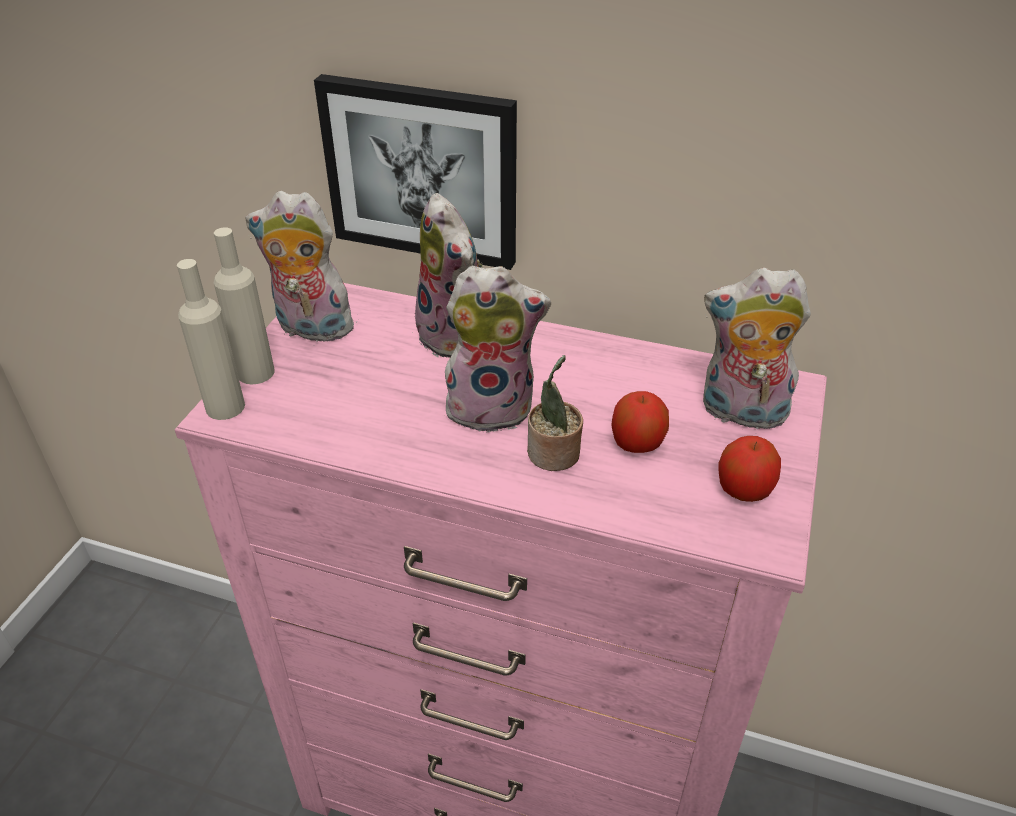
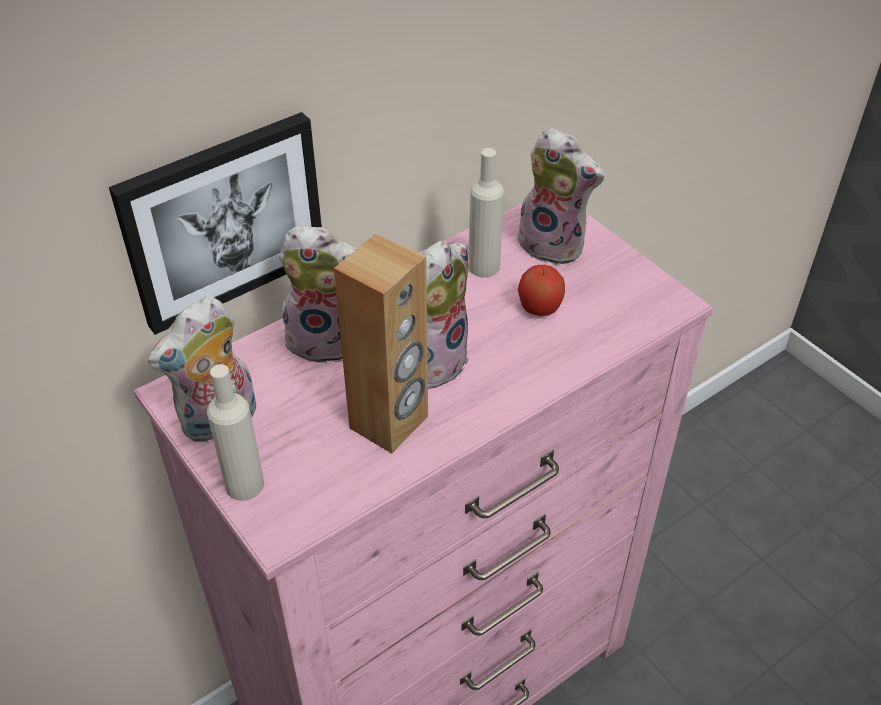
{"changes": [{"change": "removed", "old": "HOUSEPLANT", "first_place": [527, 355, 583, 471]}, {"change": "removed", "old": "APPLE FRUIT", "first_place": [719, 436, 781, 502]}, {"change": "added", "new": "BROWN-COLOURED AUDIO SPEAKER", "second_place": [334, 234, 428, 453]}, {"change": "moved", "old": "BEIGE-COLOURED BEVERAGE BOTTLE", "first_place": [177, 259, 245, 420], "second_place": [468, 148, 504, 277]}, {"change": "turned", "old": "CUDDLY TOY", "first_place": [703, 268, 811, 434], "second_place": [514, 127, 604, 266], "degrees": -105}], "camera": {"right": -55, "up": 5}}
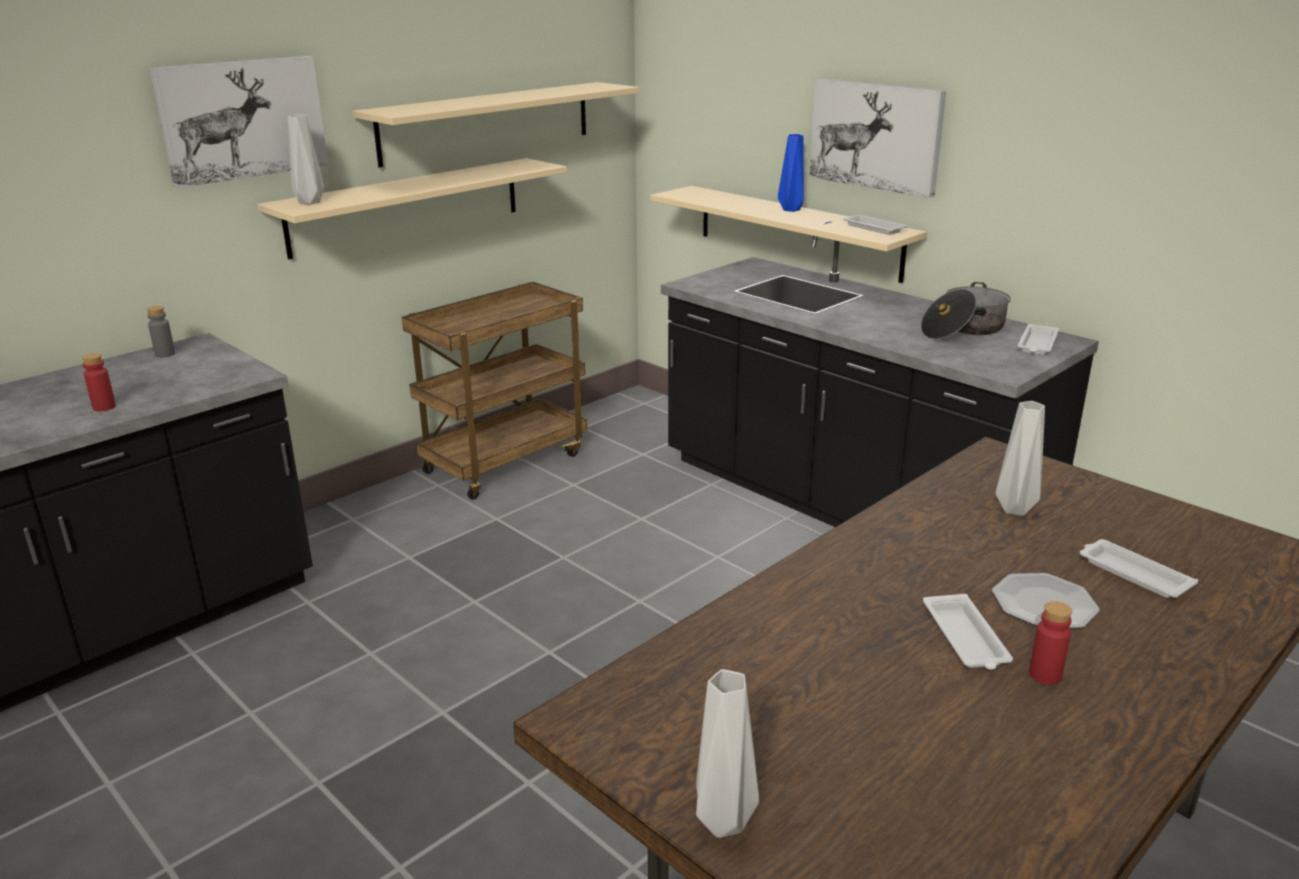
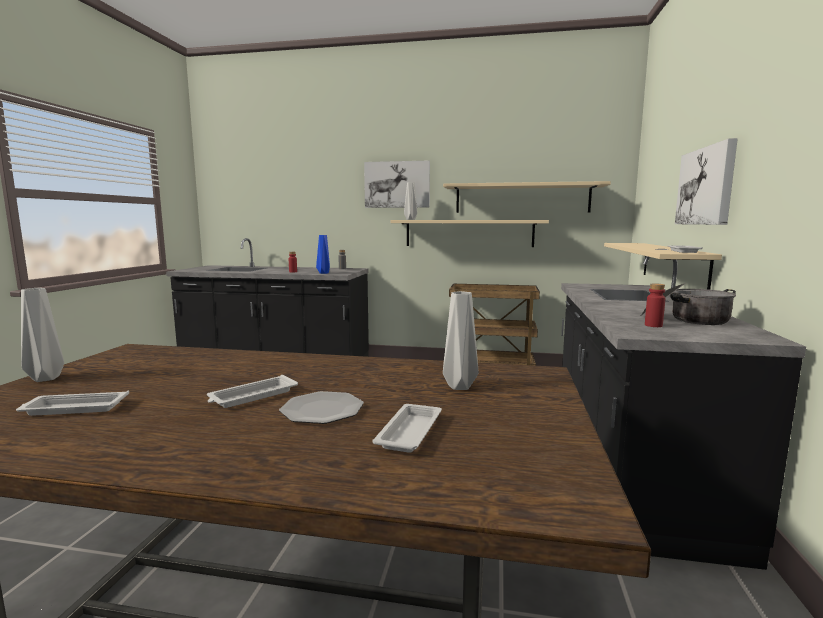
{"changes": [{"change": "moved", "old": "BLUISH DECORATIVE VASE", "first_place": [778, 134, 804, 212], "second_place": [316, 235, 330, 274]}, {"change": "moved", "old": "WHITE-COLOURED CARRYING TRAY", "first_place": [1017, 324, 1059, 355], "second_place": [16, 391, 129, 416]}, {"change": "moved", "old": "REDDISH BEVERAGE BOTTLE", "first_place": [1029, 601, 1072, 685], "second_place": [645, 283, 666, 327]}], "camera": {"right": 55, "up": -15}}
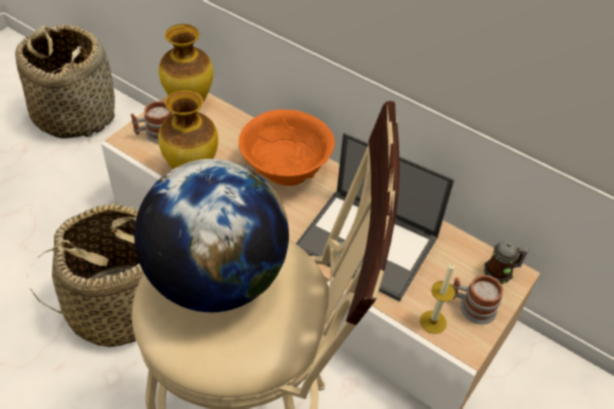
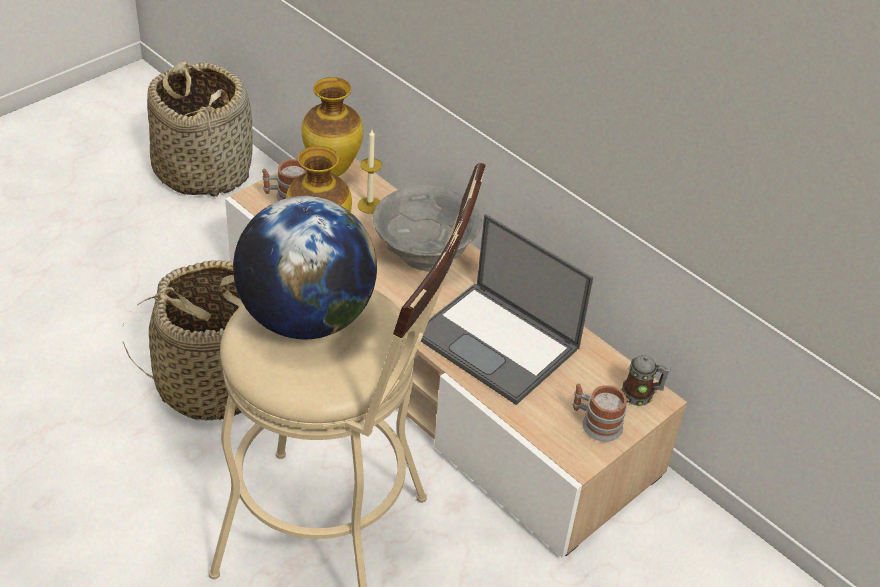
{"changes": [{"change": "moved", "old": "WAX CANDLE", "first_place": [420, 262, 455, 334], "second_place": [358, 130, 382, 214]}, {"change": "recoloured", "old": "ORANGEY SERVING BOWL", "new": "GREY SERVING BOWL", "first_place": [239, 110, 335, 186], "second_place": [373, 185, 482, 271]}], "camera": {"right": 10, "up": -5}}
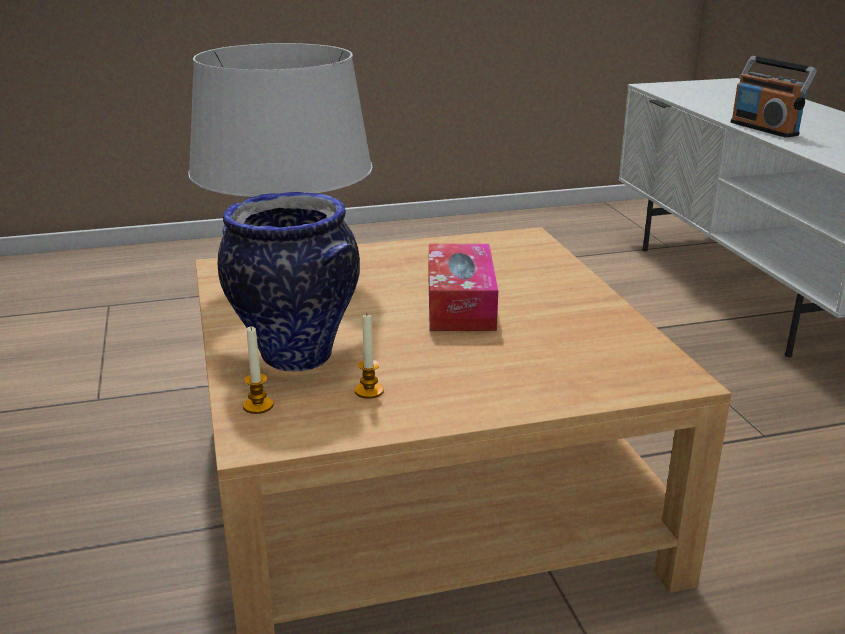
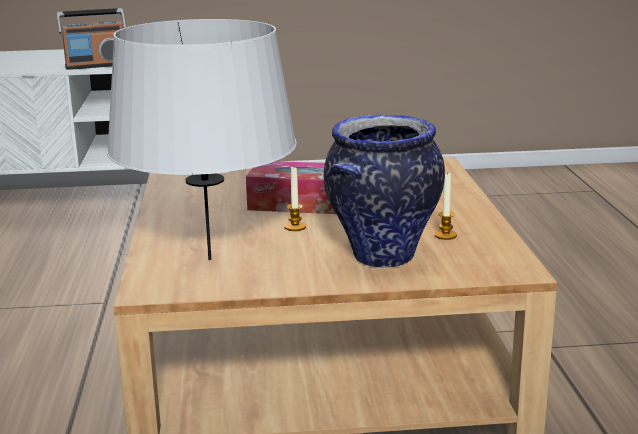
{"changes": [{"change": "moved", "old": "WAX CANDLE", "first_place": [243, 326, 273, 414], "second_place": [284, 167, 306, 231]}], "camera": {"right": -80, "up": -5}}
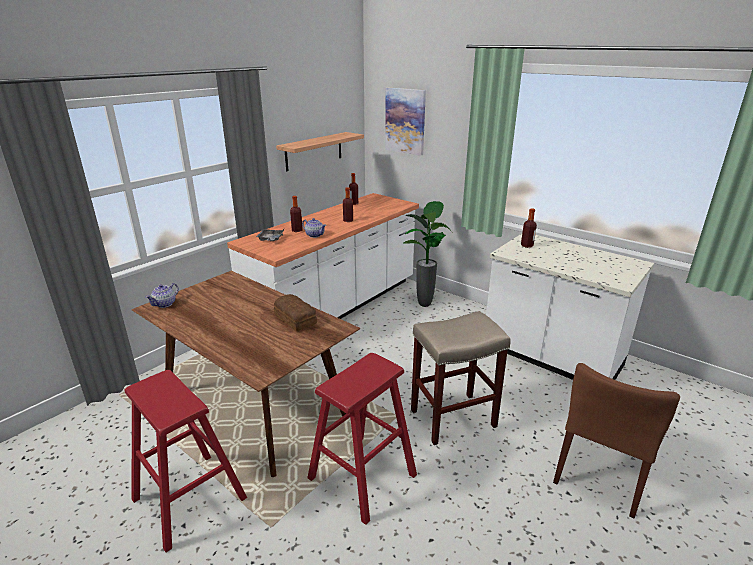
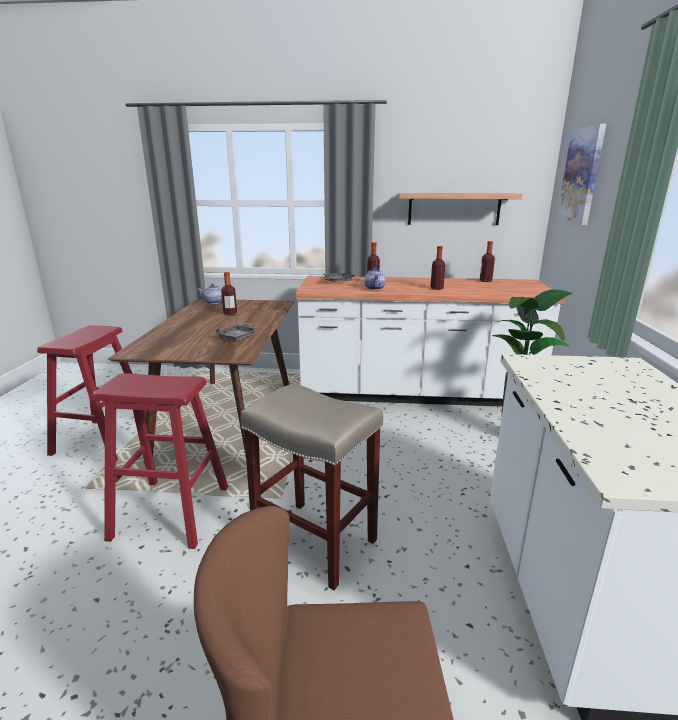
{"changes": [{"change": "moved", "old": "BEVERAGE BOTTLE", "first_place": [521, 208, 537, 248], "second_place": [221, 272, 237, 315]}, {"change": "replaced", "old": "BAKERY BREAD", "new": "GREY CARRYING TRAY", "first_place": [274, 294, 317, 331], "second_place": [215, 323, 257, 341]}], "camera": {"right": 55, "up": -5}}
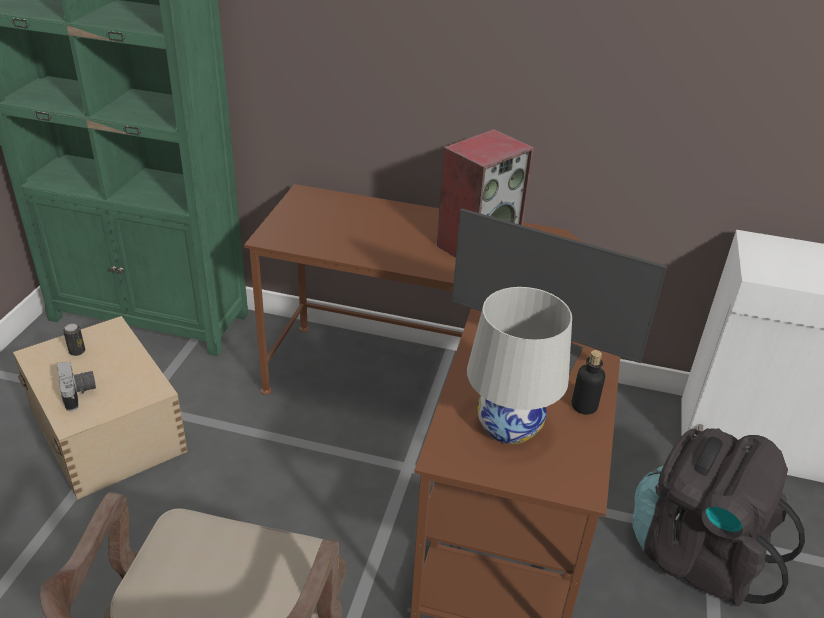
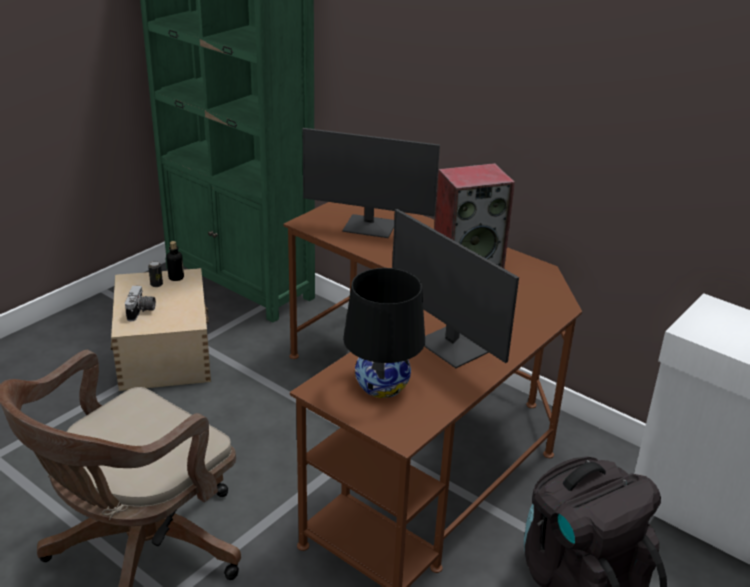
{"changes": [{"change": "added", "new": "MONITOR", "second_place": [302, 128, 440, 238]}, {"change": "moved", "old": "BEVERAGE BOTTLE", "first_place": [572, 350, 605, 415], "second_place": [166, 241, 184, 281]}, {"change": "recoloured", "old": "WHITE-COLOURED LAMP FOR A TABLE", "new": "BLACKISH LAMP FOR A TABLE", "first_place": [467, 287, 572, 444], "second_place": [343, 268, 425, 398]}], "camera": {"right": 25, "up": -5}}
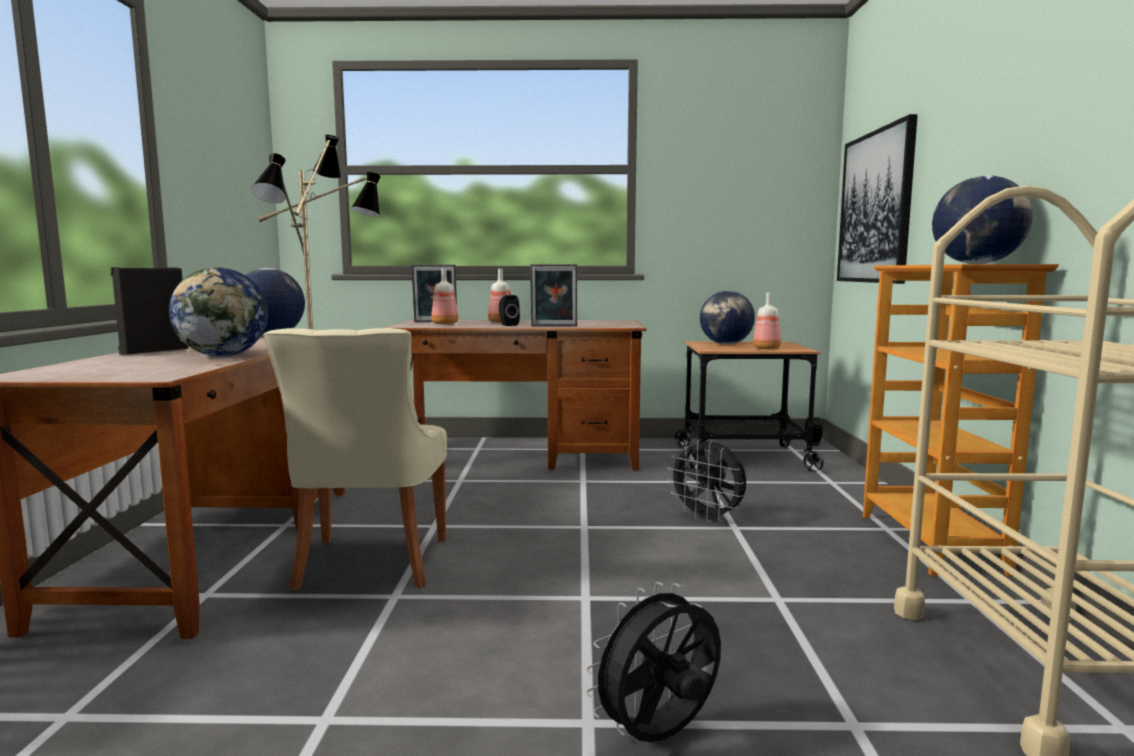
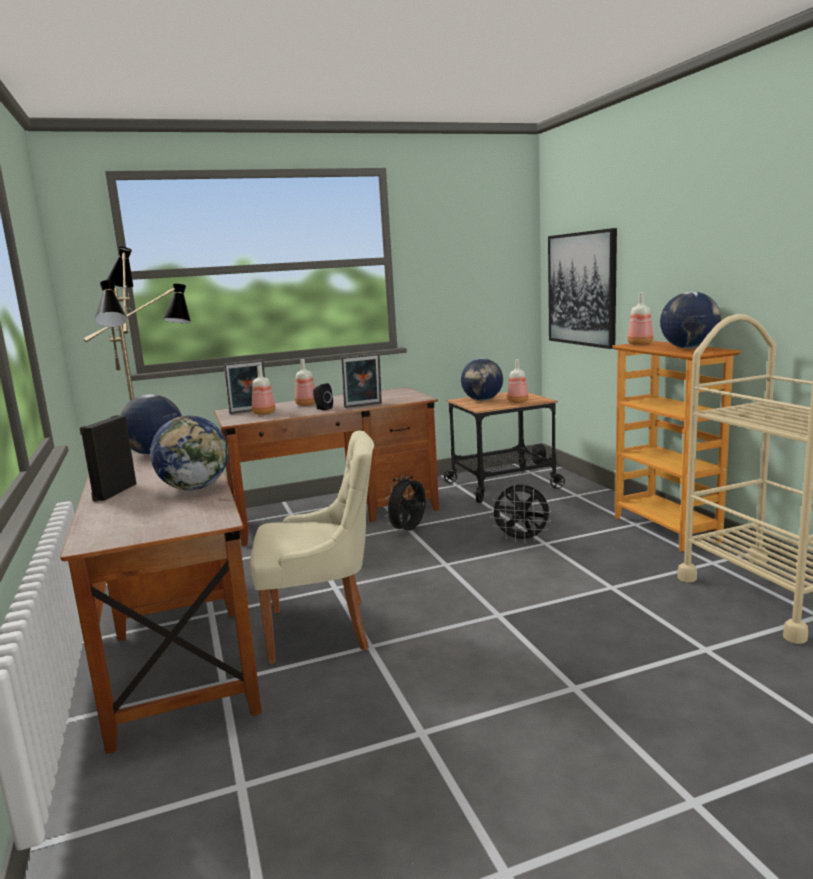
{"changes": [{"change": "added", "new": "BEVERAGE BOTTLE", "second_place": [627, 292, 654, 345]}, {"change": "moved", "old": "BLACKISH COOLING FAN", "first_place": [586, 582, 721, 742], "second_place": [384, 476, 426, 532]}, {"change": "turned", "old": "BEIGE-COLOURED PLAIN CHAIR", "first_place": [264, 328, 447, 590], "second_place": [250, 430, 374, 664], "degrees": -75}], "camera": {"right": -20, "up": 5}}
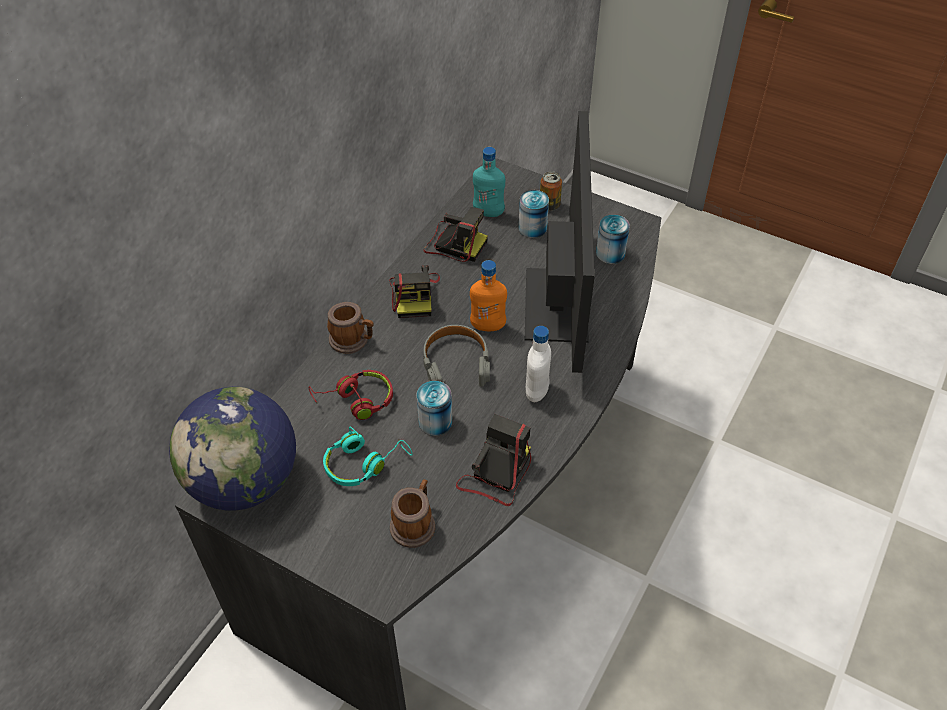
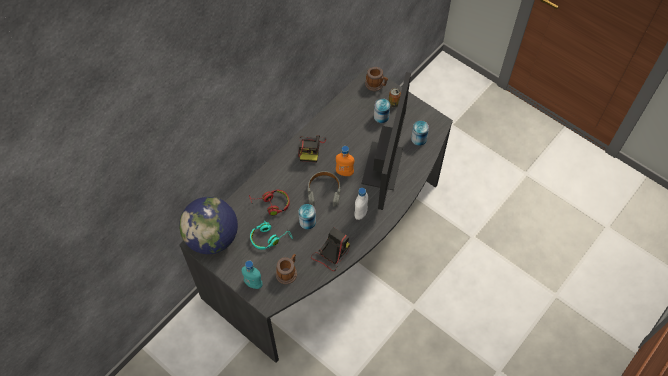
{"changes": [{"change": "removed", "old": "STILL CAMERA", "first_place": [423, 207, 488, 262]}, {"change": "moved", "old": "MUG", "first_place": [327, 302, 374, 354], "second_place": [365, 67, 388, 91]}, {"change": "moved", "old": "TURQUOISE-COLOURED BEVERAGE BOTTLE", "first_place": [473, 147, 505, 217], "second_place": [241, 261, 263, 289]}], "camera": {"right": 10, "up": 10}}
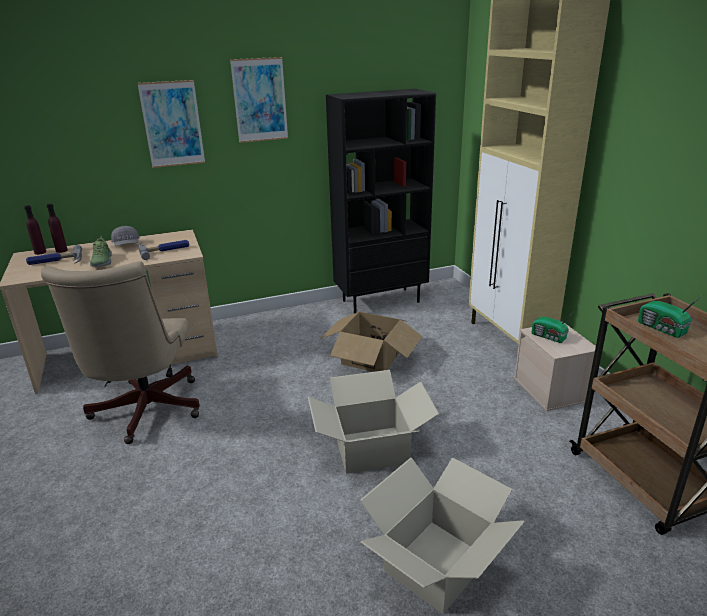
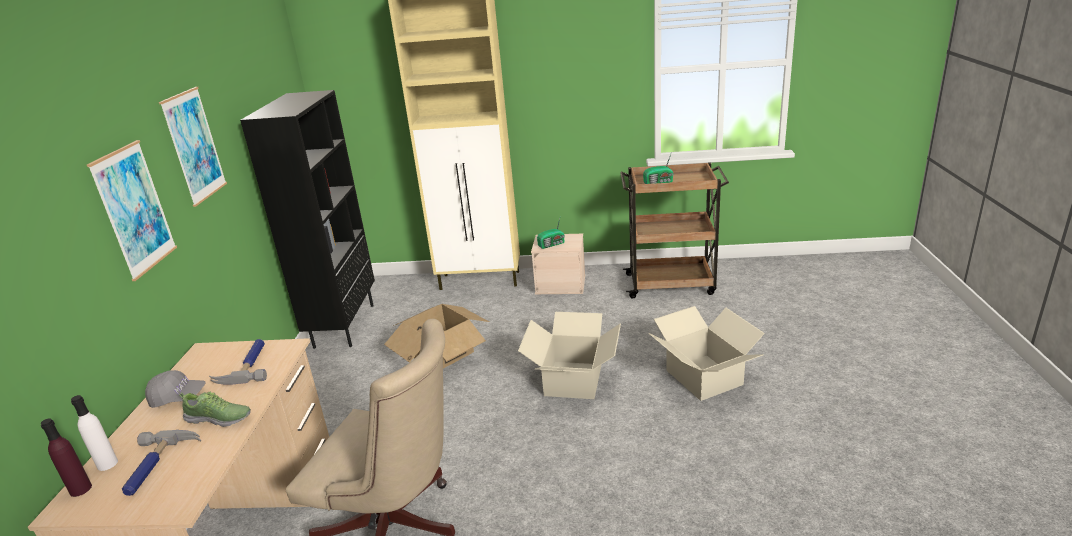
{"changes": [{"change": "recoloured", "old": "PURPLISH BEVERAGE BOTTLE", "new": "WHITE-COLOURED BEVERAGE BOTTLE", "first_place": [47, 203, 68, 253], "second_place": [71, 395, 118, 471]}], "camera": {"right": -65, "up": 0}}
